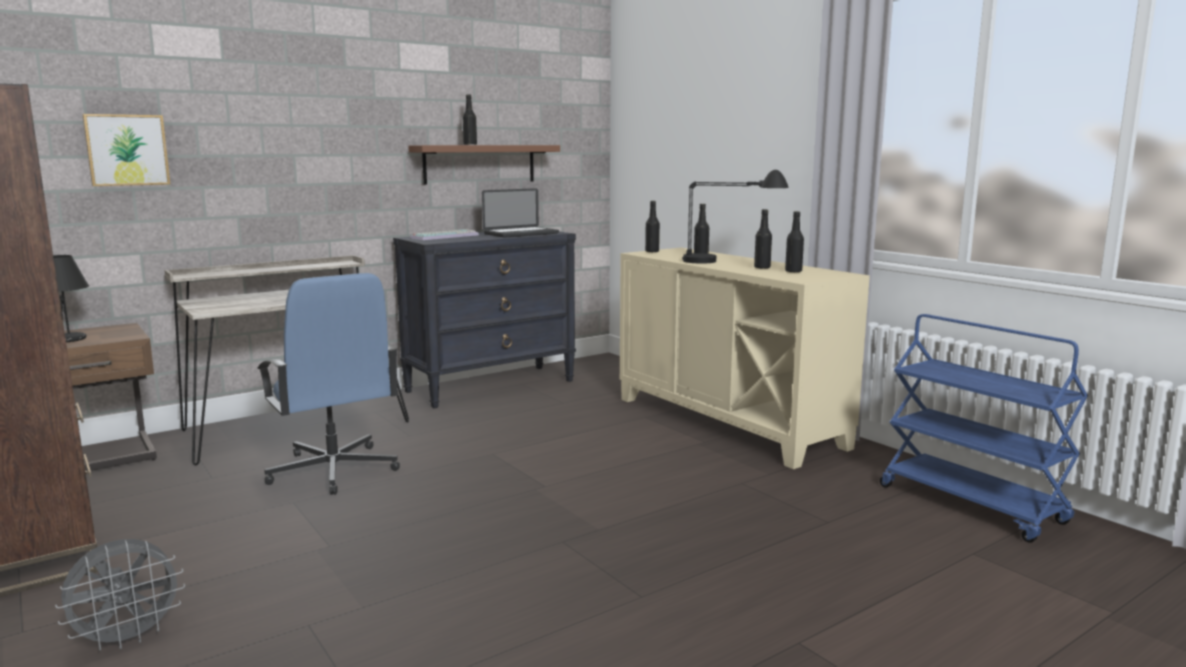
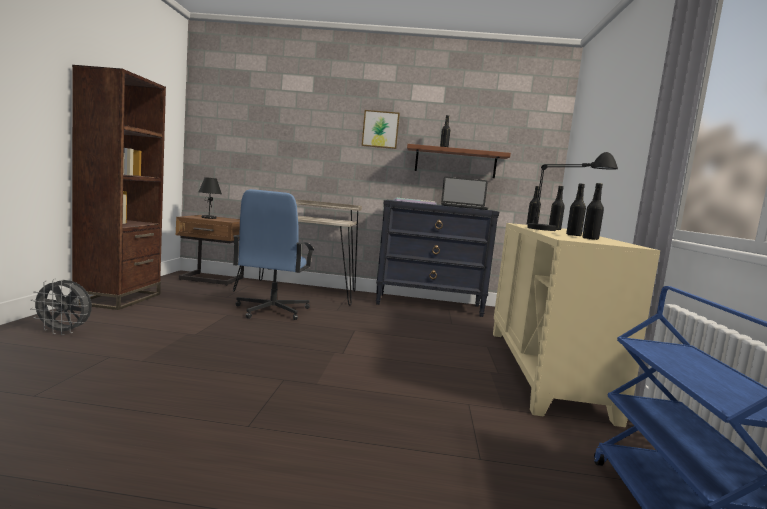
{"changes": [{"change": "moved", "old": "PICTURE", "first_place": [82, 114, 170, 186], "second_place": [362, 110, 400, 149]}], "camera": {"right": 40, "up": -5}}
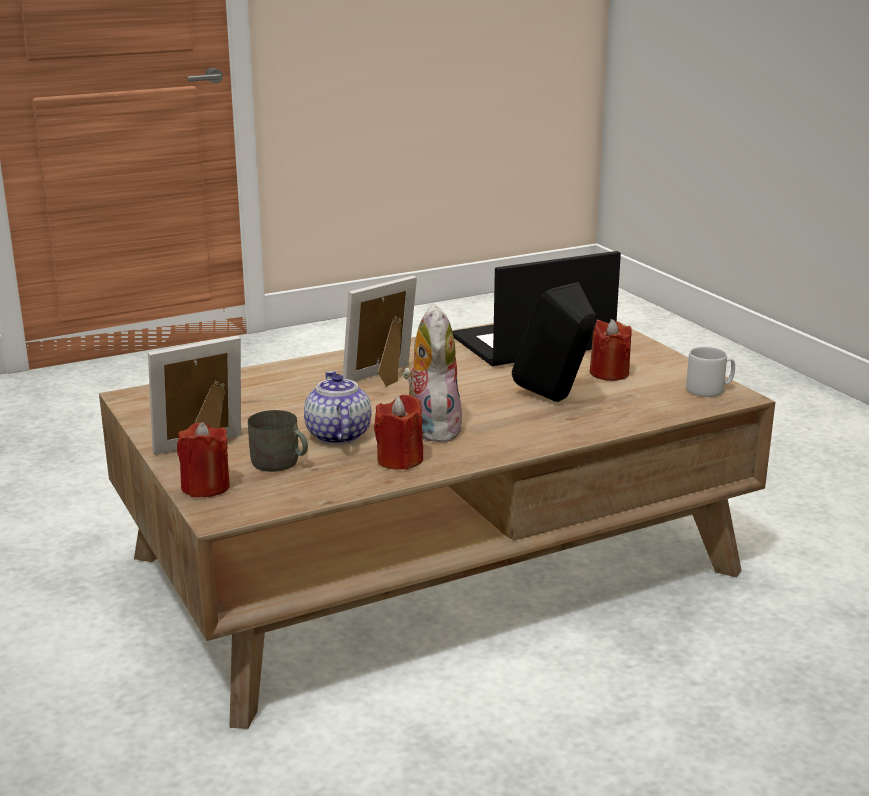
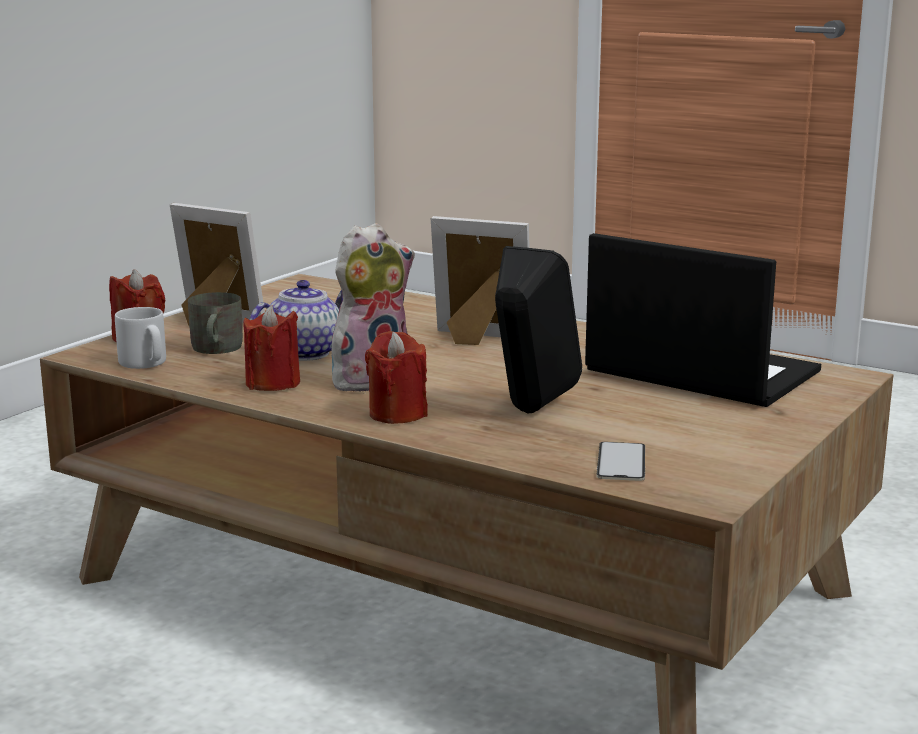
{"changes": [{"change": "added", "new": "PHONE", "second_place": [596, 442, 645, 481]}, {"change": "moved", "old": "REDDISH WAX CANDLE", "first_place": [590, 319, 632, 381], "second_place": [365, 331, 428, 424]}, {"change": "moved", "old": "GREY MUG", "first_place": [686, 347, 735, 397], "second_place": [115, 307, 166, 369]}], "camera": {"right": 60, "up": -5}}
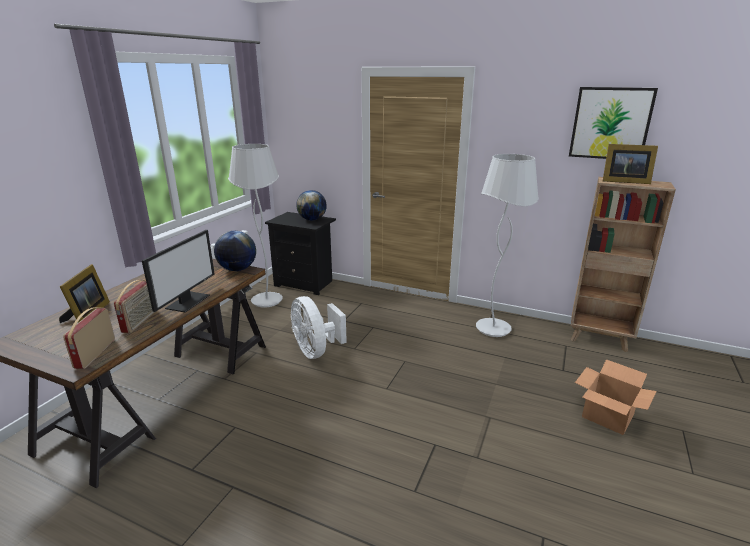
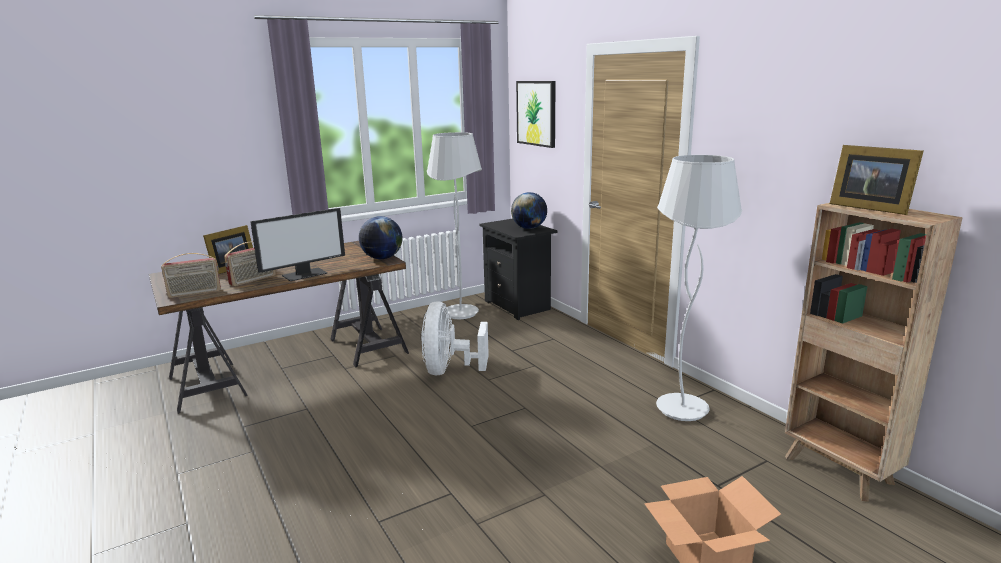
{"changes": [{"change": "moved", "old": "PICTURE", "first_place": [569, 87, 658, 159], "second_place": [516, 81, 556, 148]}, {"change": "turned", "old": "RADIO SET", "first_place": [63, 307, 115, 369], "second_place": [161, 253, 221, 298], "degrees": -150}], "camera": {"right": 35, "up": -5}}
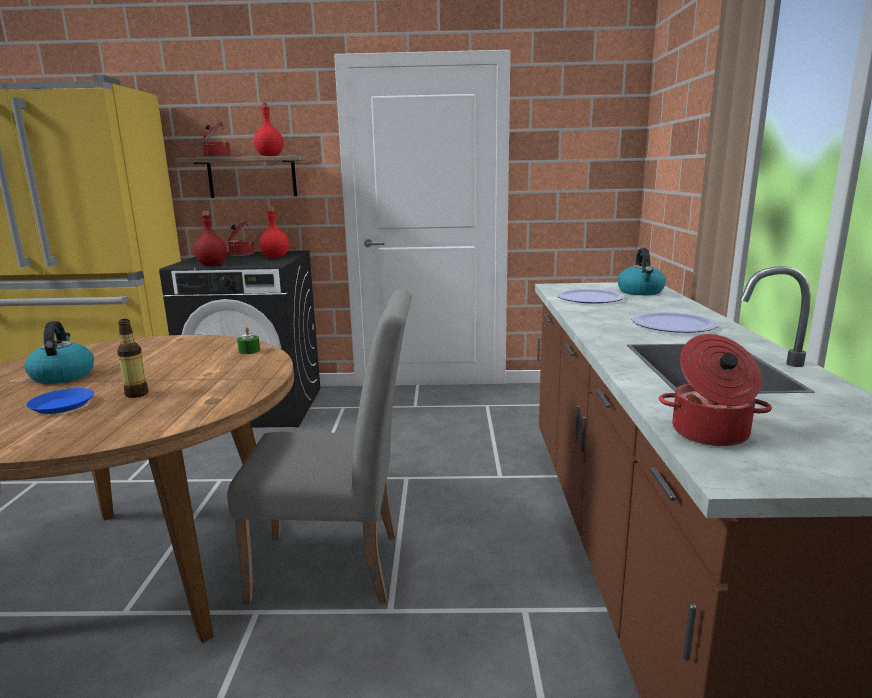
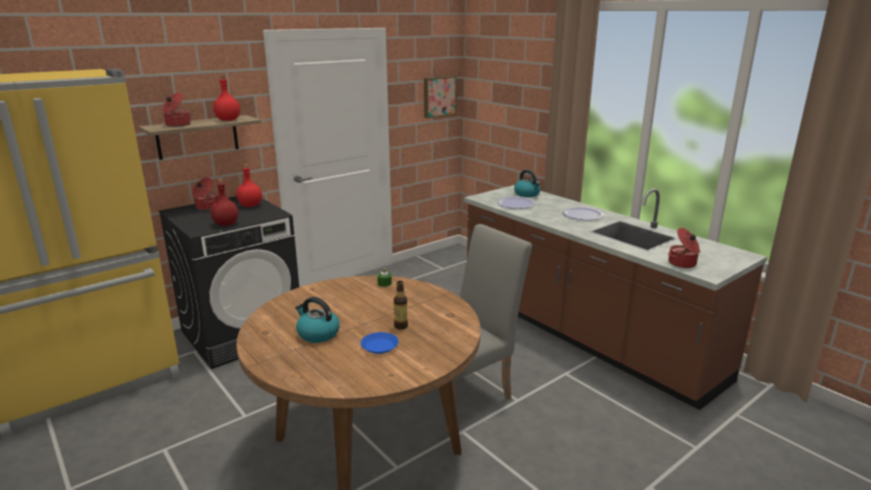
{"changes": [{"change": "added", "new": "PICTURE", "second_place": [424, 76, 457, 118]}], "camera": {"right": -40, "up": 5}}
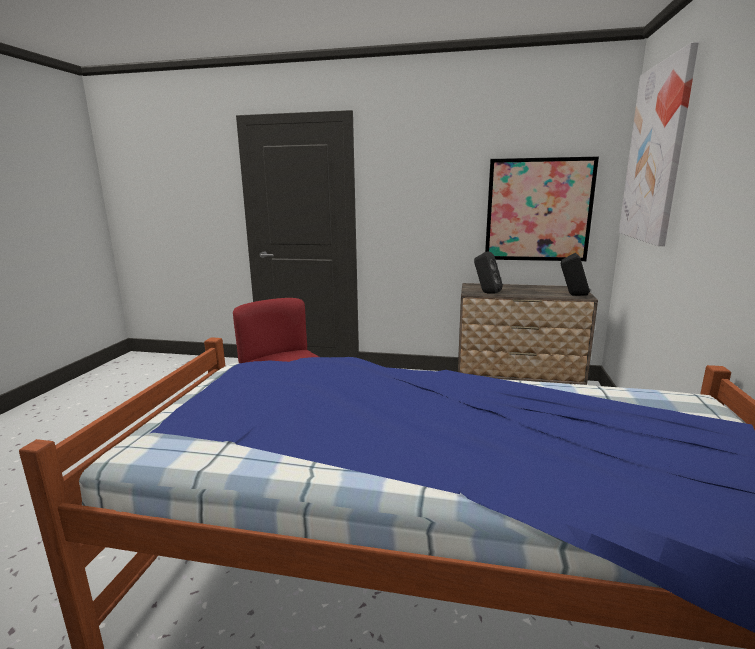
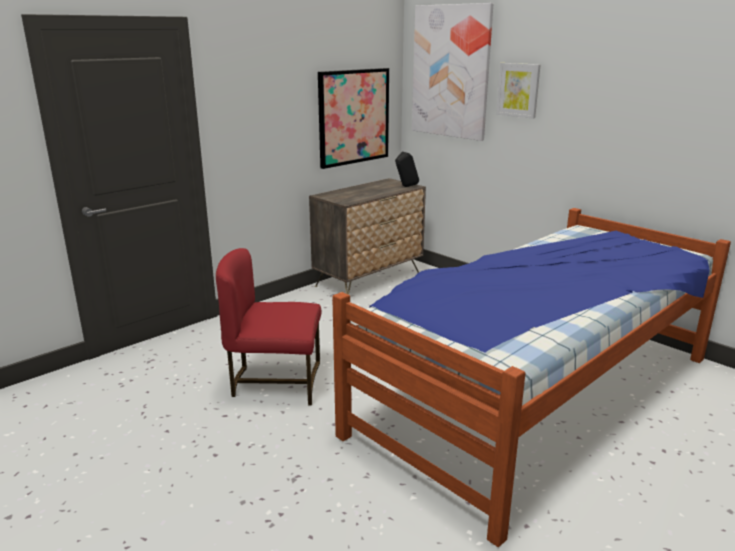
{"changes": [{"change": "removed", "old": "BLACKISH AUDIO SPEAKER", "first_place": [474, 251, 503, 293]}, {"change": "added", "new": "PICTURE", "second_place": [496, 63, 540, 119]}], "camera": {"right": -55, "up": 5}}
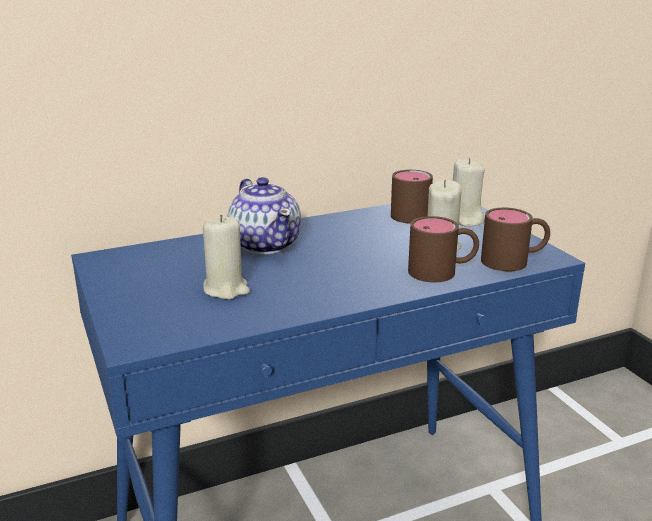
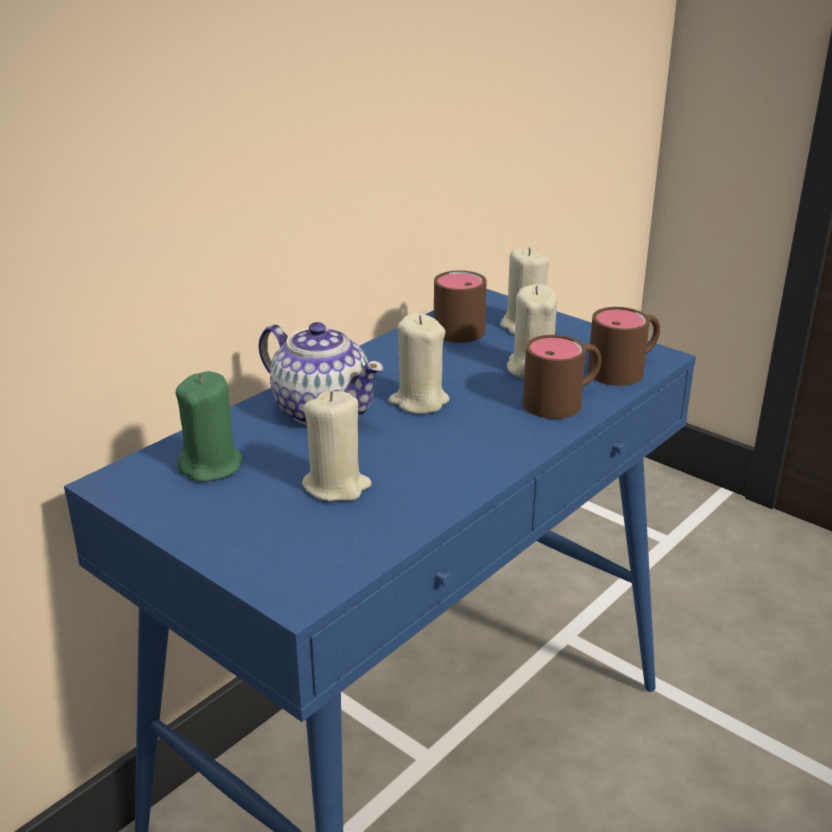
{"changes": [{"change": "added", "new": "GREENISH WAX CANDLE", "second_place": [176, 371, 243, 482]}, {"change": "added", "new": "BEIGE-COLOURED WAX CANDLE", "second_place": [389, 313, 450, 414]}], "camera": {"right": -25, "up": 5}}
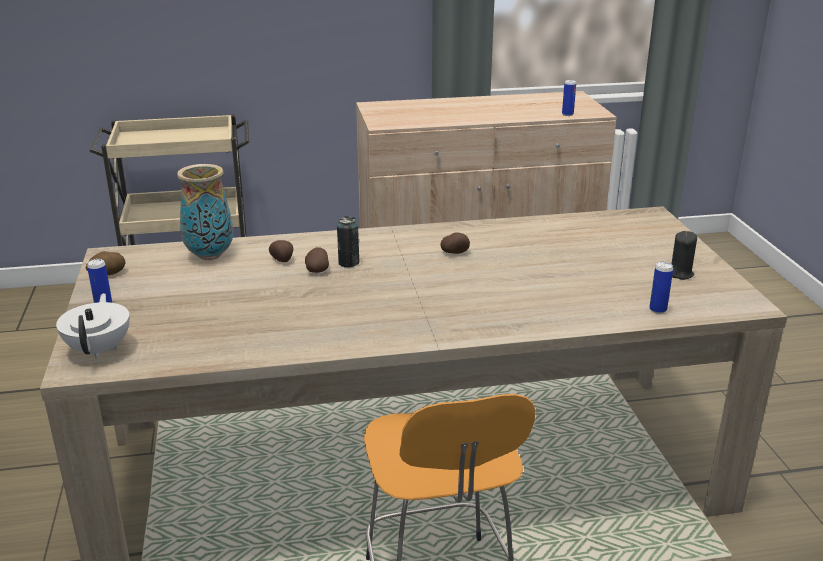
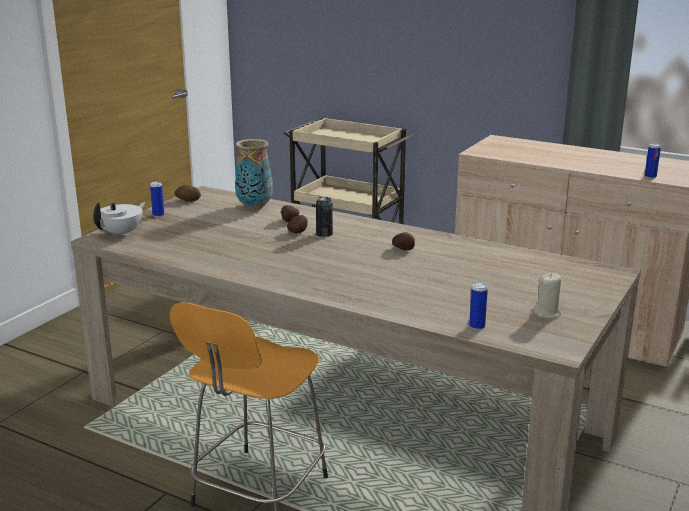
{"changes": [{"change": "recoloured", "old": "BLACKISH WAX CANDLE", "new": "BEIGE-COLOURED WAX CANDLE", "first_place": [671, 231, 697, 280], "second_place": [533, 273, 561, 318]}], "camera": {"right": 40, "up": -5}}
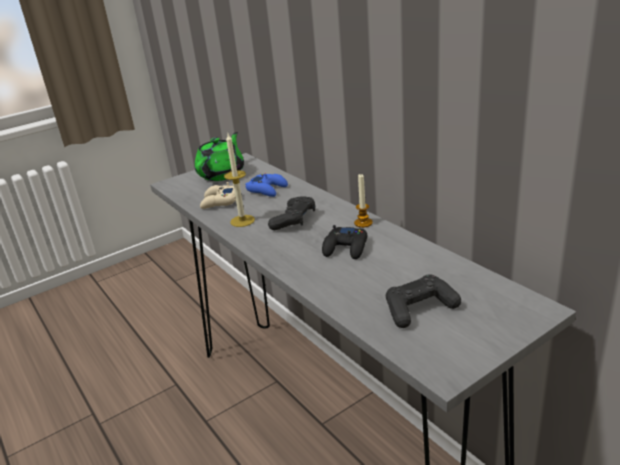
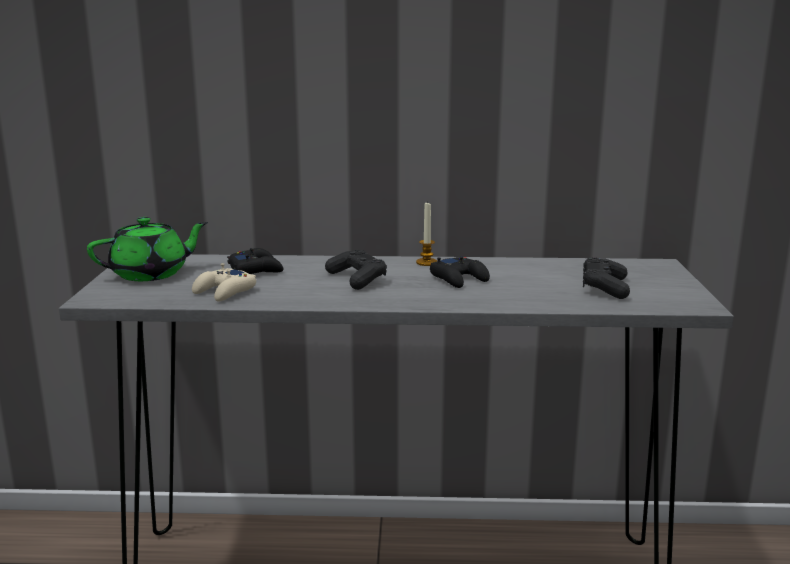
{"changes": [{"change": "removed", "old": "WAX CANDLE", "first_place": [224, 134, 255, 227]}, {"change": "recoloured", "old": "BLUISH GAMEPAD", "new": "BLACKISH GAMEPAD", "first_place": [245, 173, 288, 197], "second_place": [227, 248, 284, 274]}, {"change": "turned", "old": "GREENISH TEAPOT", "first_place": [195, 132, 244, 181], "second_place": [87, 217, 208, 281], "degrees": 90}], "camera": {"right": -55, "up": -10}}
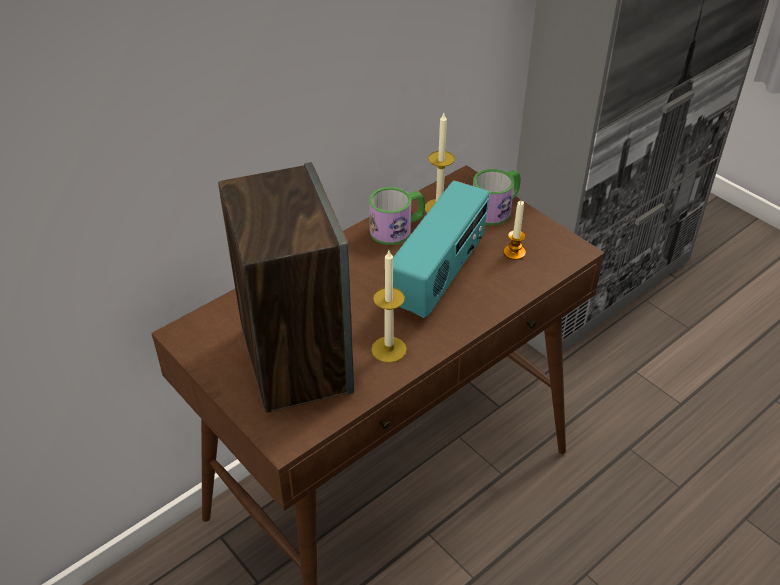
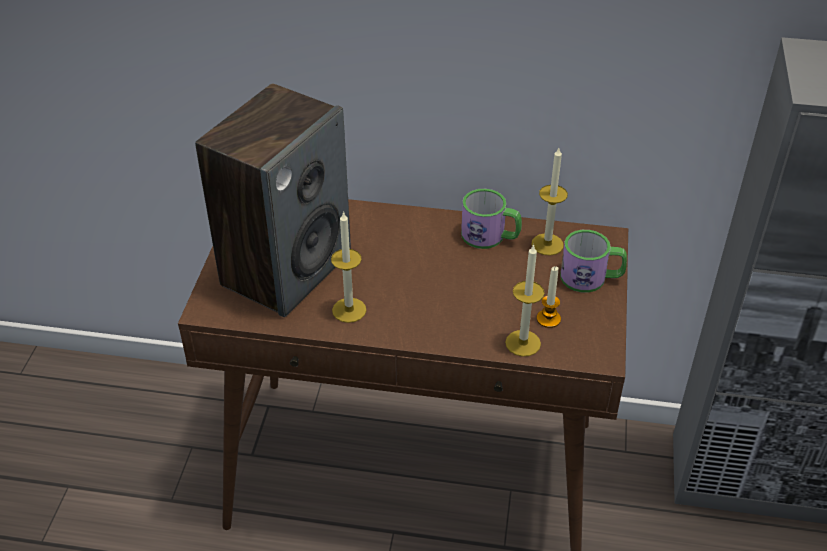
{"changes": [{"change": "removed", "old": "RADIO SET", "first_place": [393, 181, 489, 318]}, {"change": "added", "new": "WAX CANDLE", "second_place": [505, 244, 544, 357]}], "camera": {"right": 50, "up": 0}}
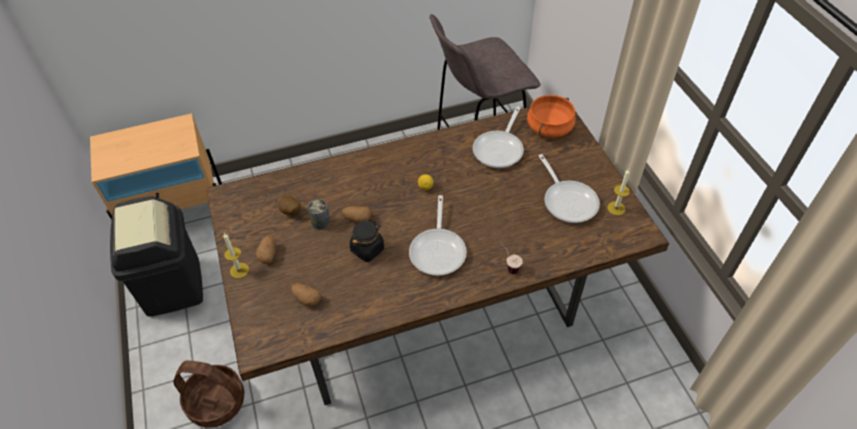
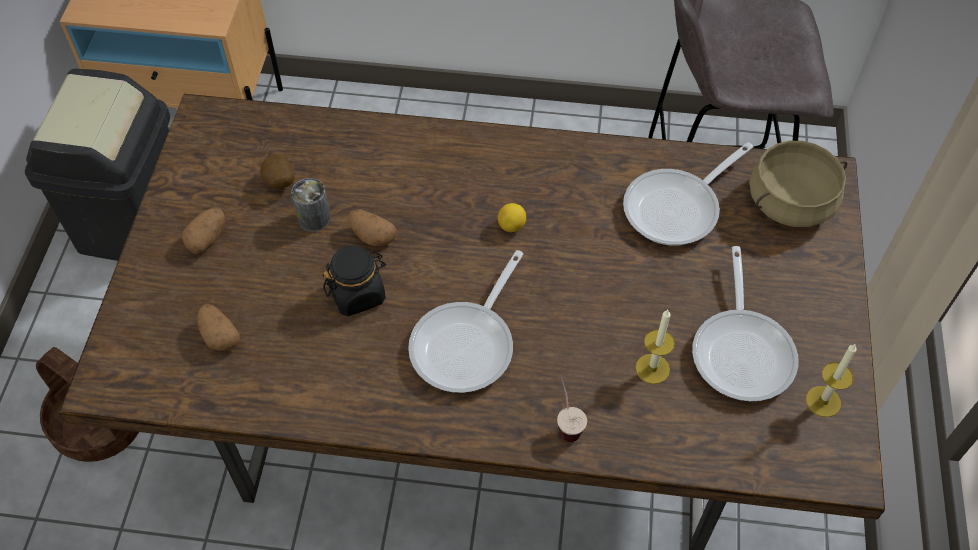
{"changes": [{"change": "moved", "old": "WAX CANDLE", "first_place": [223, 233, 249, 278], "second_place": [635, 310, 675, 384]}, {"change": "recoloured", "old": "ORANGEY COOKING POT", "new": "BEIGE-COLOURED COOKING POT", "first_place": [527, 95, 576, 138], "second_place": [749, 141, 847, 227]}], "camera": {"right": 25, "up": 5}}
